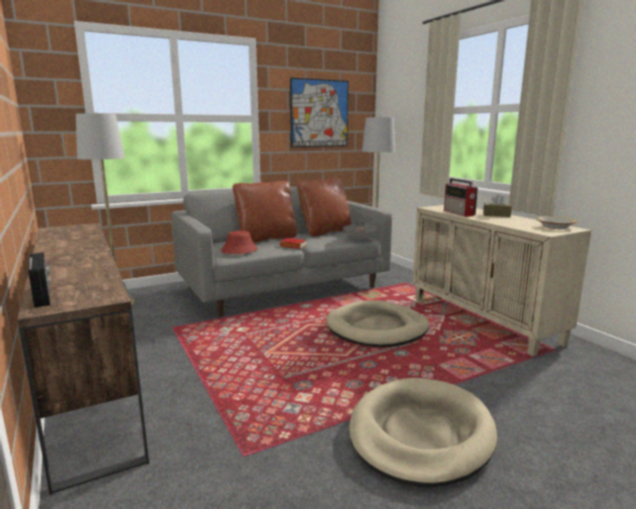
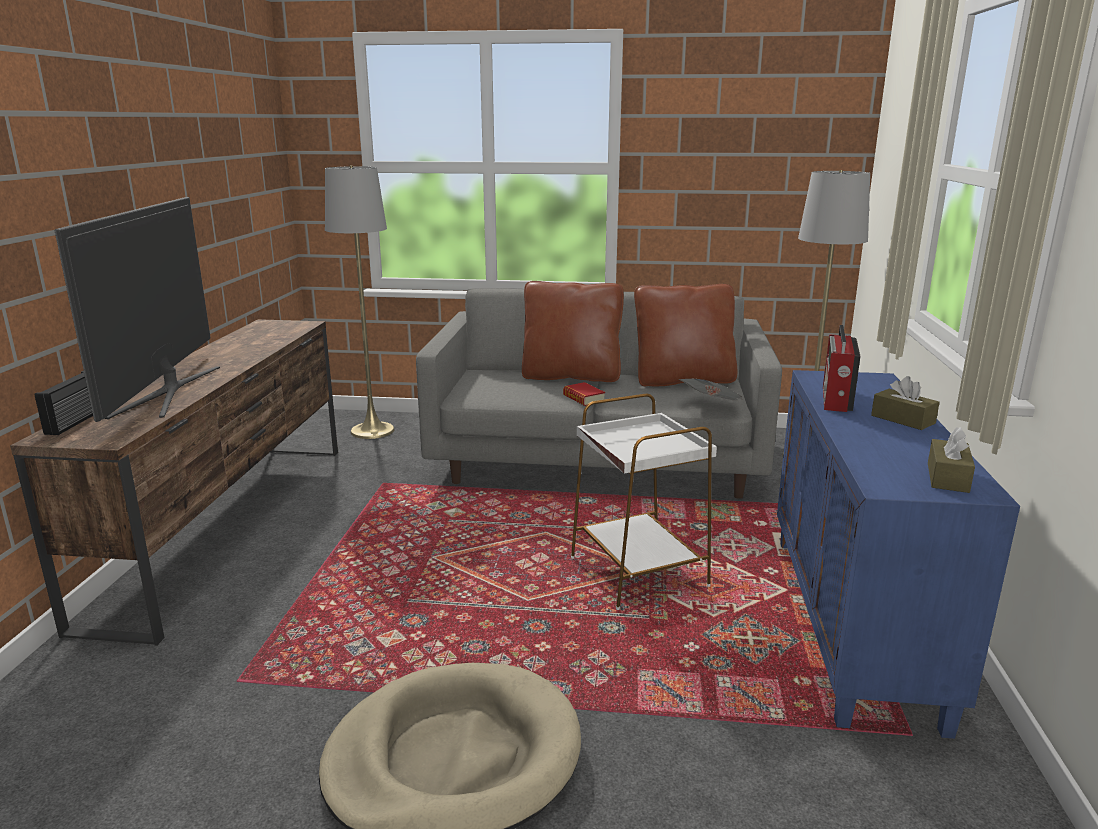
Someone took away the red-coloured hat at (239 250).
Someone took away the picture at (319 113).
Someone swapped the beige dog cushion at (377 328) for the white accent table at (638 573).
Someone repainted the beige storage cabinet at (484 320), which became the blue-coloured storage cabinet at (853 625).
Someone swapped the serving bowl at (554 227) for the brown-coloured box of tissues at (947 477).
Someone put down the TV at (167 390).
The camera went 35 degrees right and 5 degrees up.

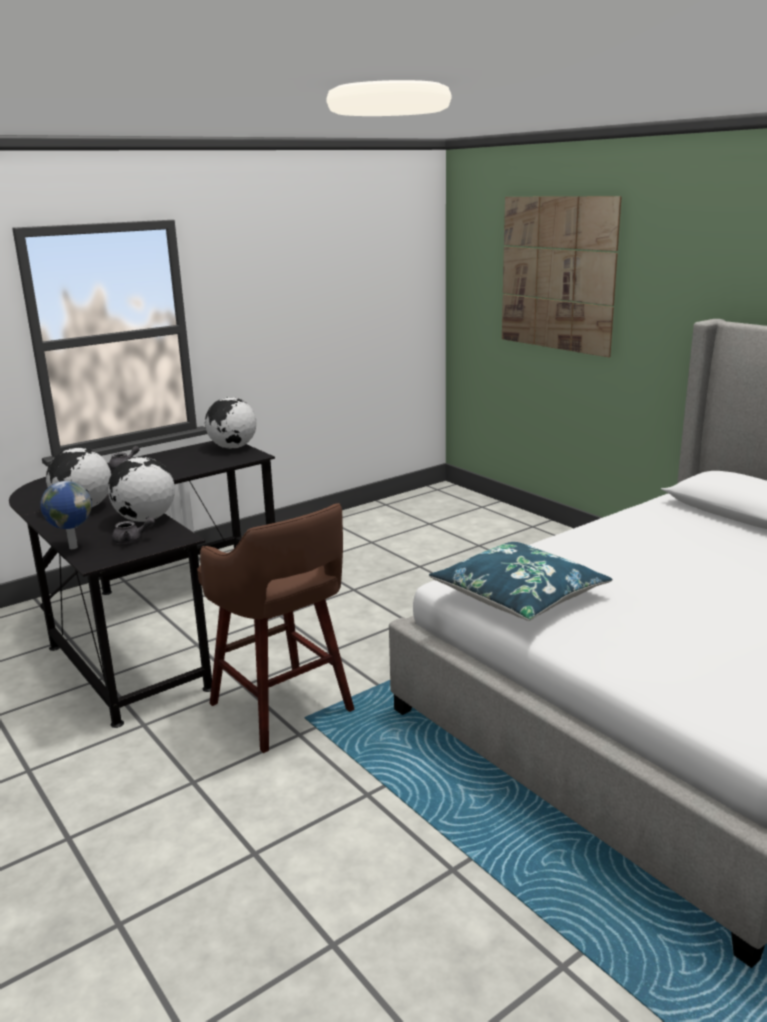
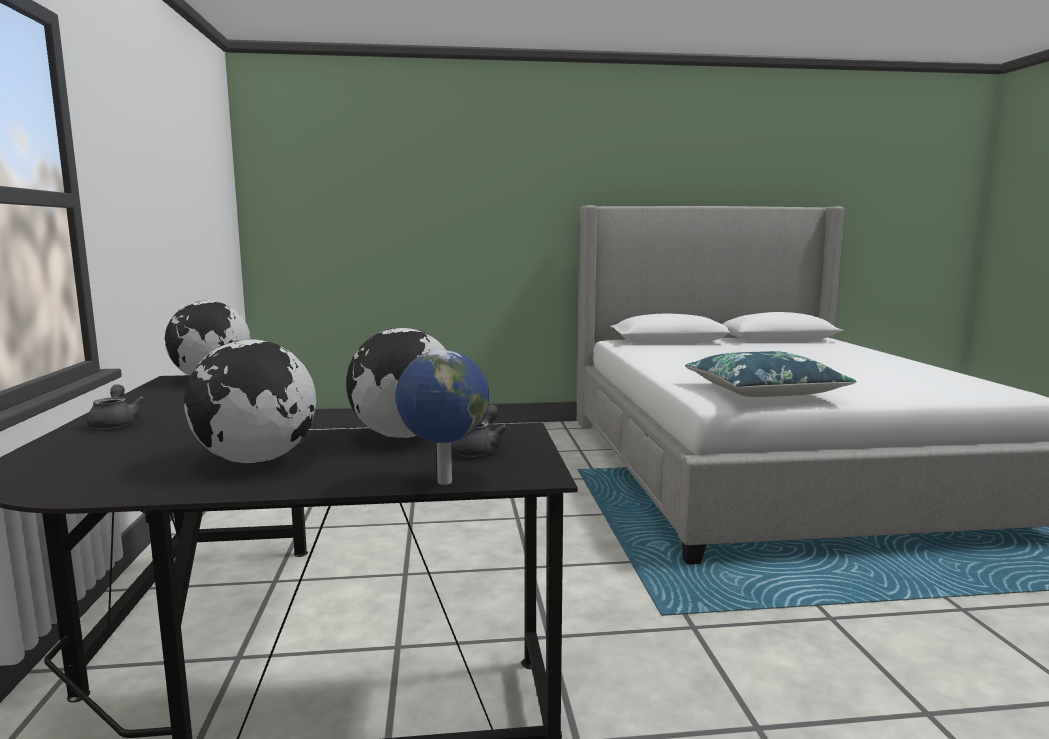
Someone took away the brown-coloured sitting stool at (284 709).
Someone took away the picture at (557 274).
The camera went 60 degrees left and 10 degrees down.

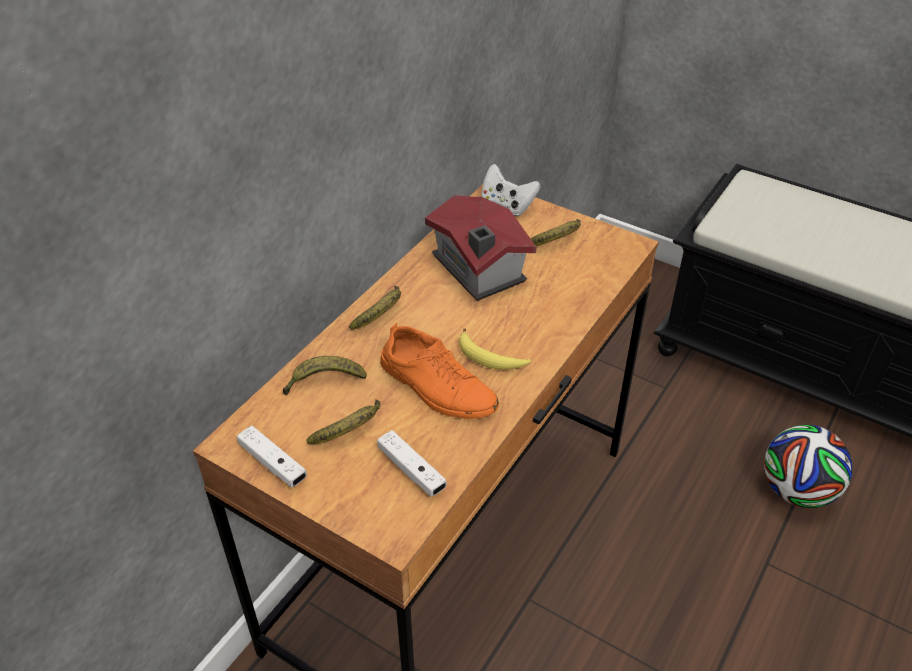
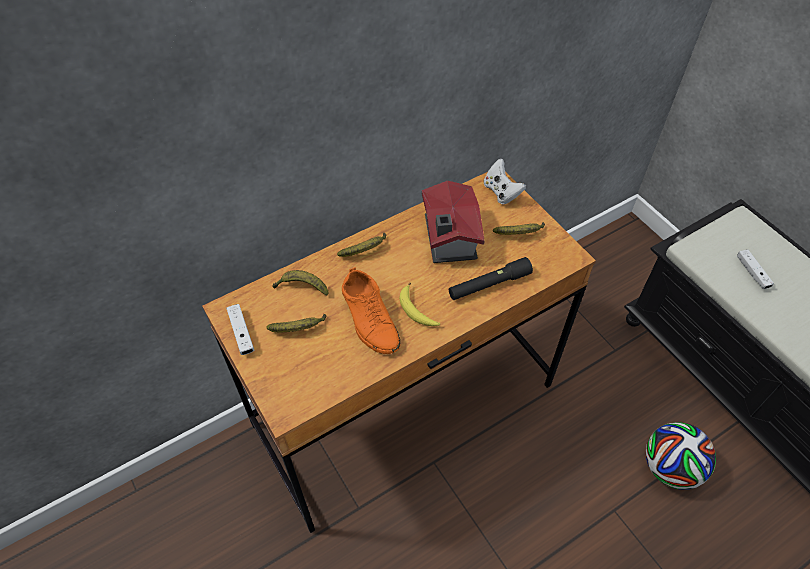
Someone carried the white joypad from (411 470) to (752 273).
Someone put down the blackish torch at (489 284).
The camera went 25 degrees right and 10 degrees up.

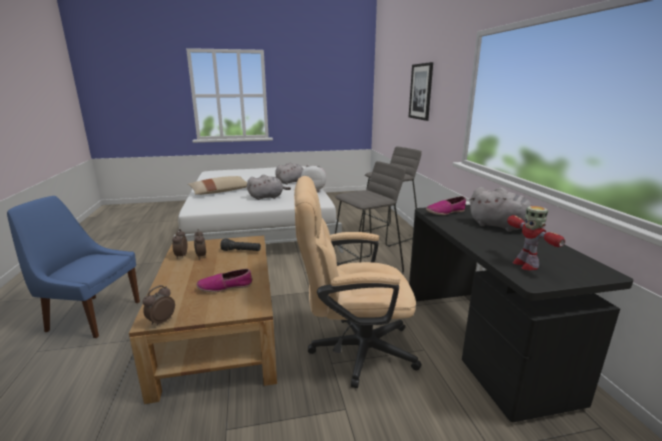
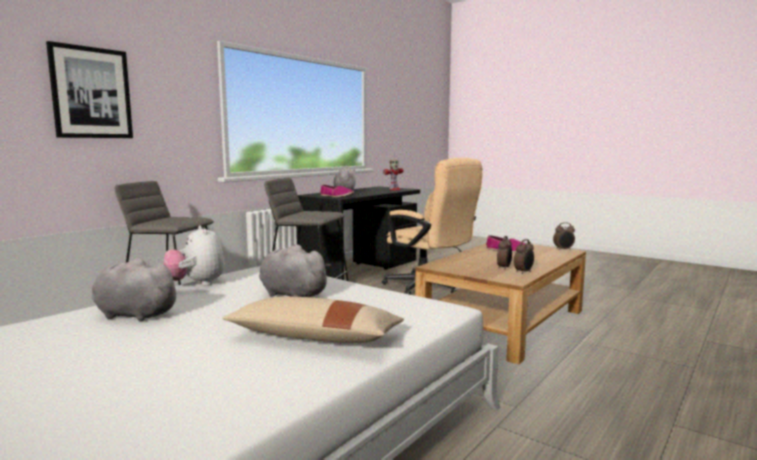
Someone took away the blue-coloured upright chair at (92 315).
Someone took away the blackish torch at (241 251).
The camera went 130 degrees left and 10 degrees down.

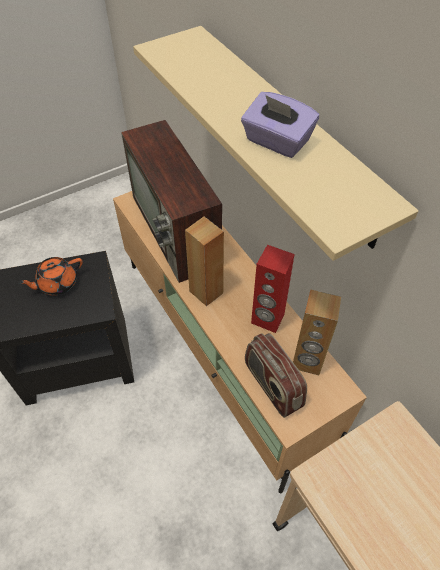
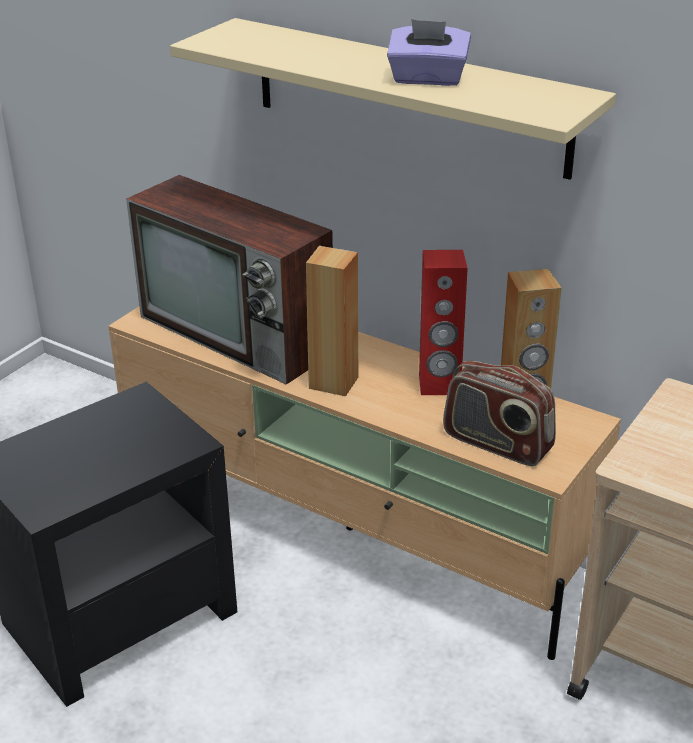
Someone took away the orange-coloured pot for tea at (57 283).
The camera went 25 degrees left and 20 degrees down.

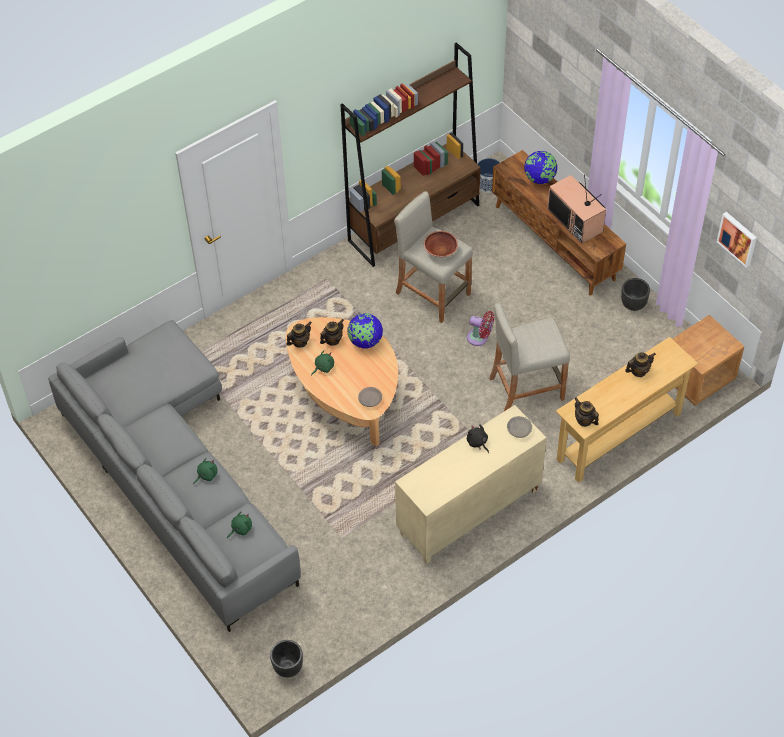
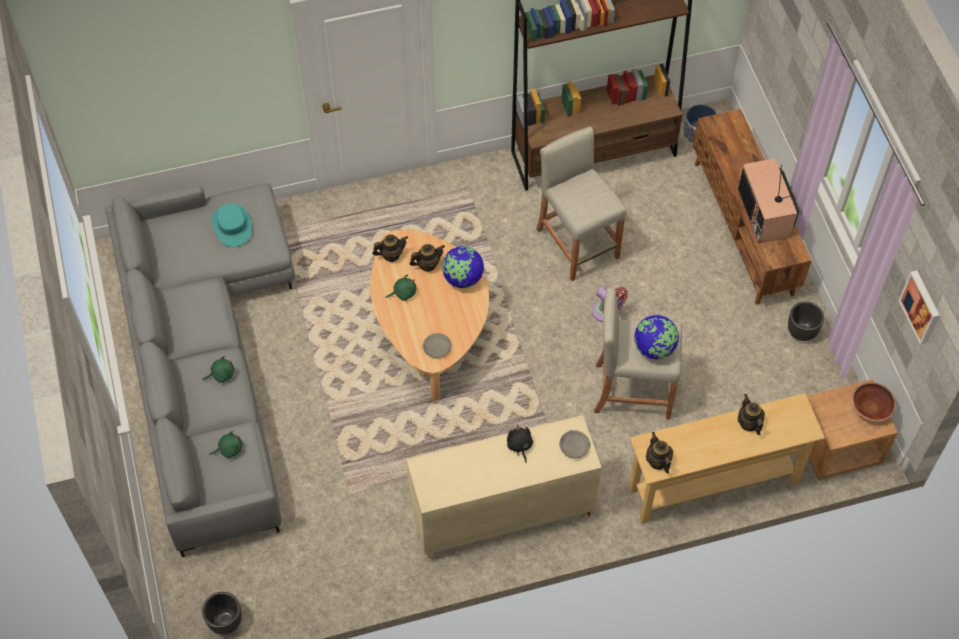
Someone carried the brown-coloured serving bowl from (440 250) to (870 407).
Someone carried the world globe from (540 178) to (654 348).
Someone rotated the pot for tea at (638 371) by 105 degrees counterclockwise.
Someone put down the turquoise hat at (232 226).
The camera went 20 degrees right and 5 degrees up.

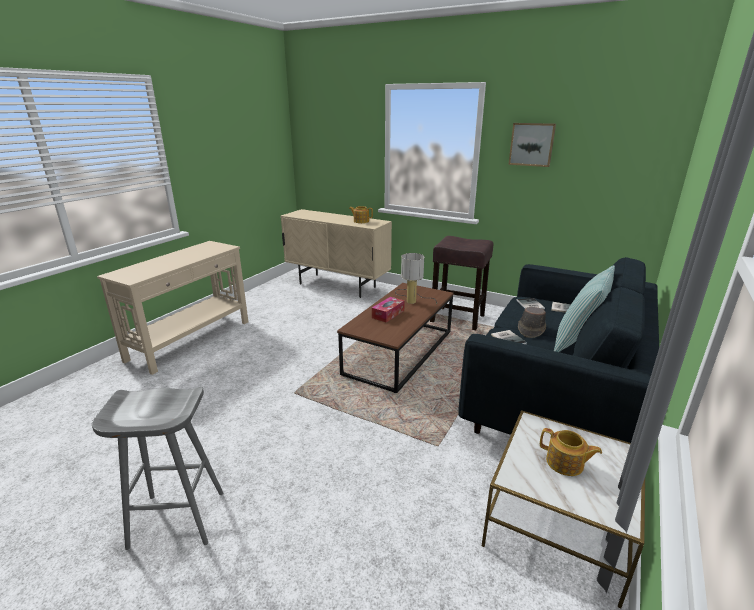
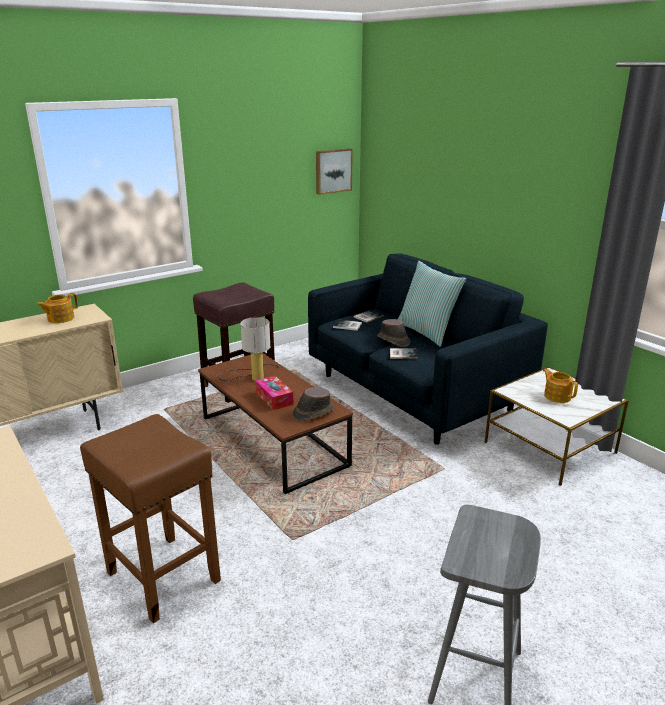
Someone carried the picture from (532 144) to (332 171).
Someone rotated the pot for tea at (565 463) by 90 degrees counterclockwise.
Someone put down the brown-coloured sitting stool at (161 576).
Someone put down the brown-coloured hat at (313 413).
The camera went 65 degrees left and 0 degrees up.

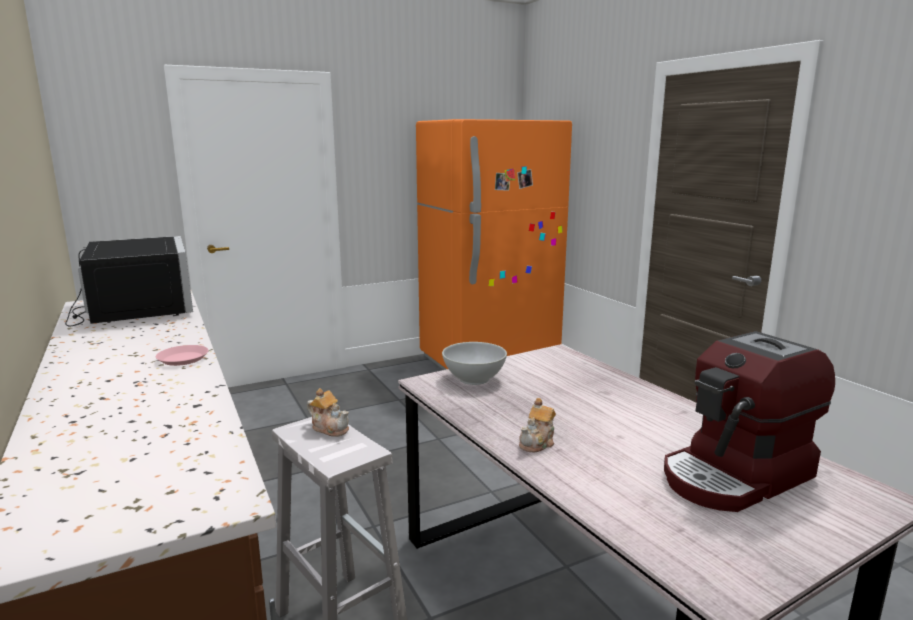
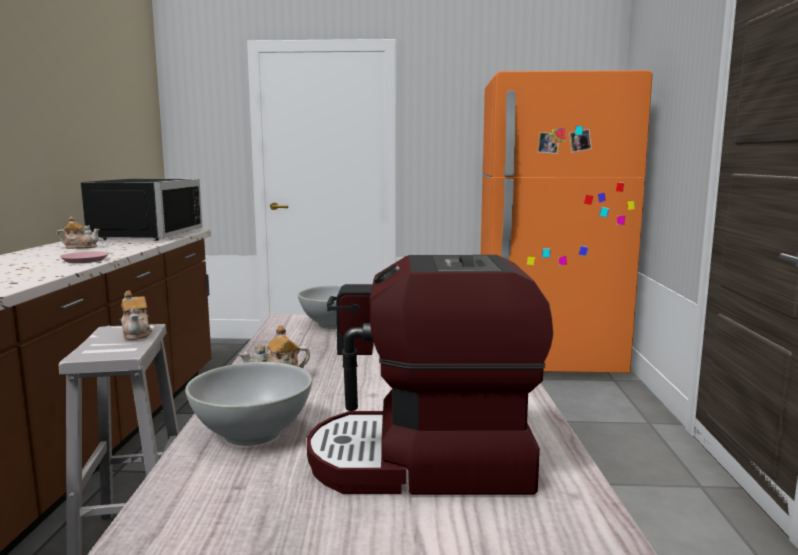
Someone put down the pot for tea at (80 247).
Someone put down the white serving bowl at (252 433).
The camera went 30 degrees right and 5 degrees down.

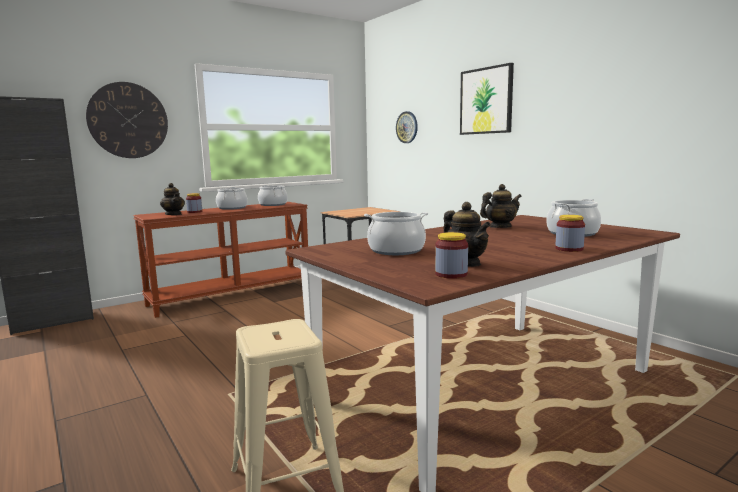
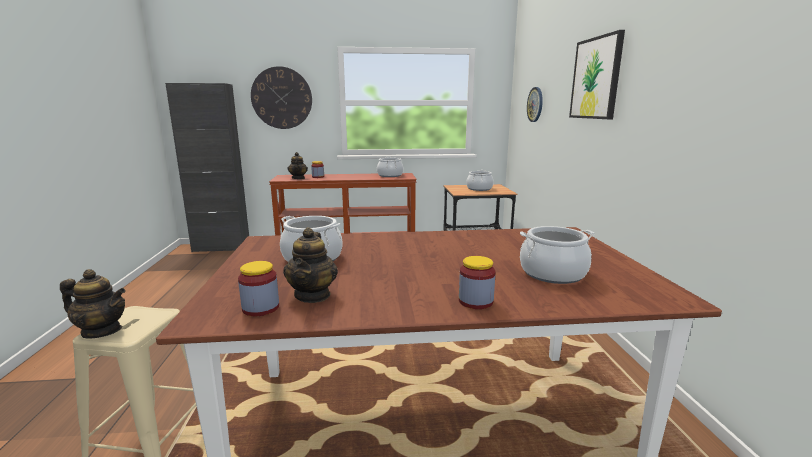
Someone carried the stockpot from (232 208) to (479 189).
Someone carried the pot for tea from (500 227) to (102 331).
The camera went 30 degrees right and 5 degrees up.

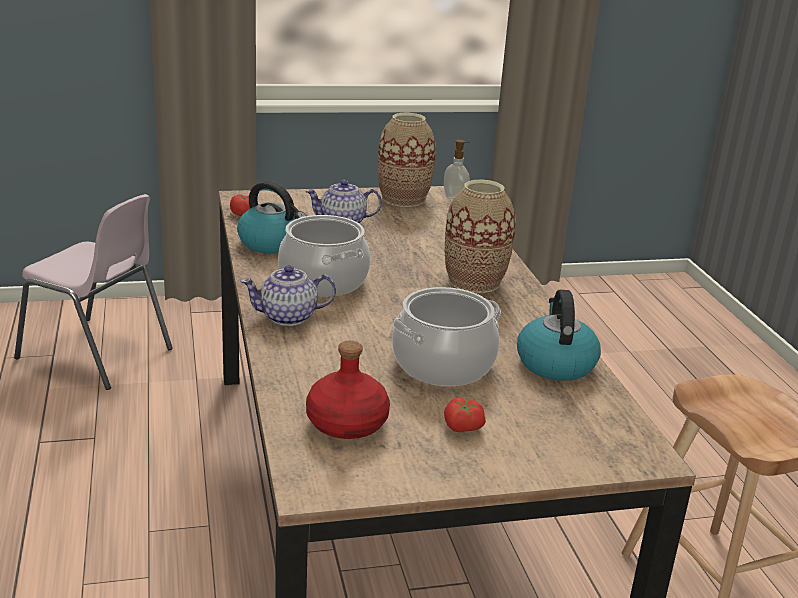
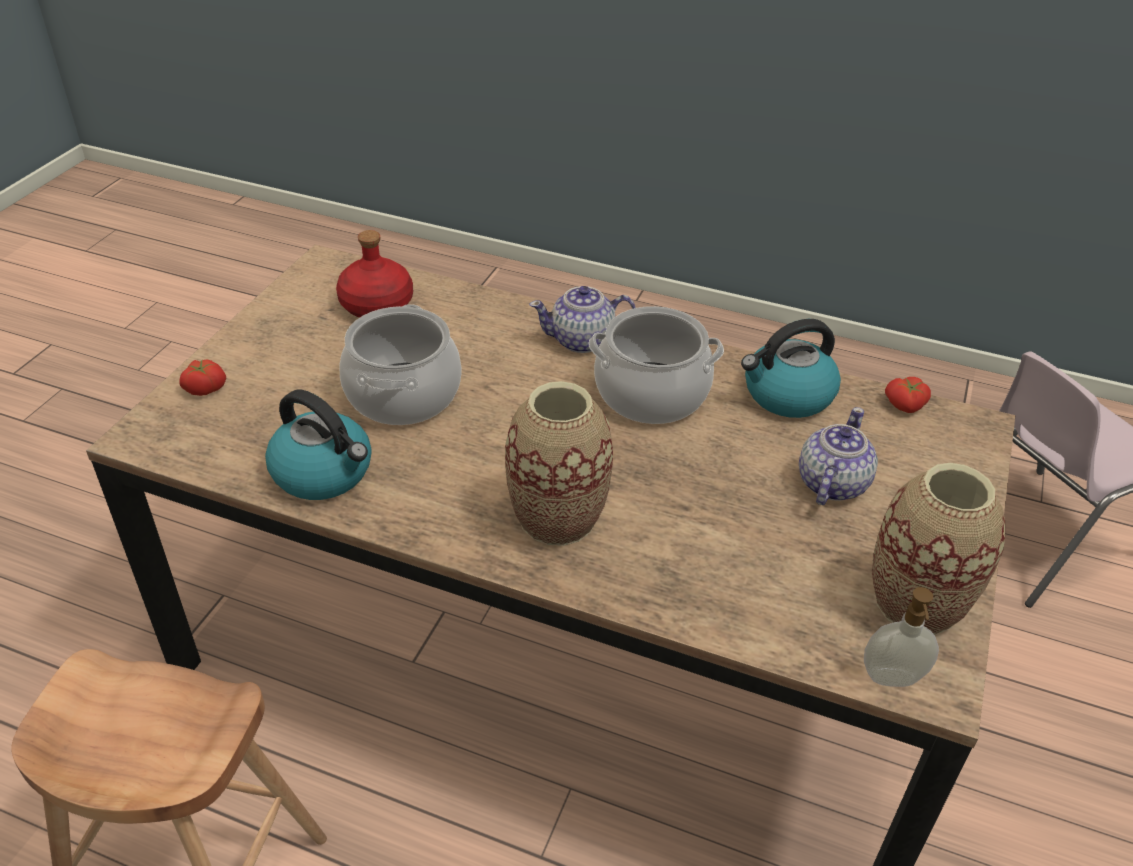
Someone rotated the pot for tea at (289 317) by 120 degrees counterclockwise.
Someone carried the fresh tomato from (462 428) to (205 387).
The camera went 125 degrees right and 15 degrees up.

